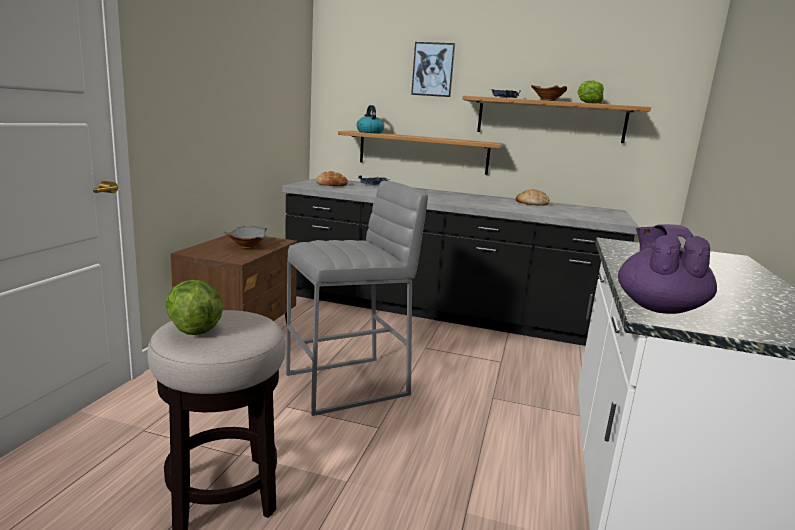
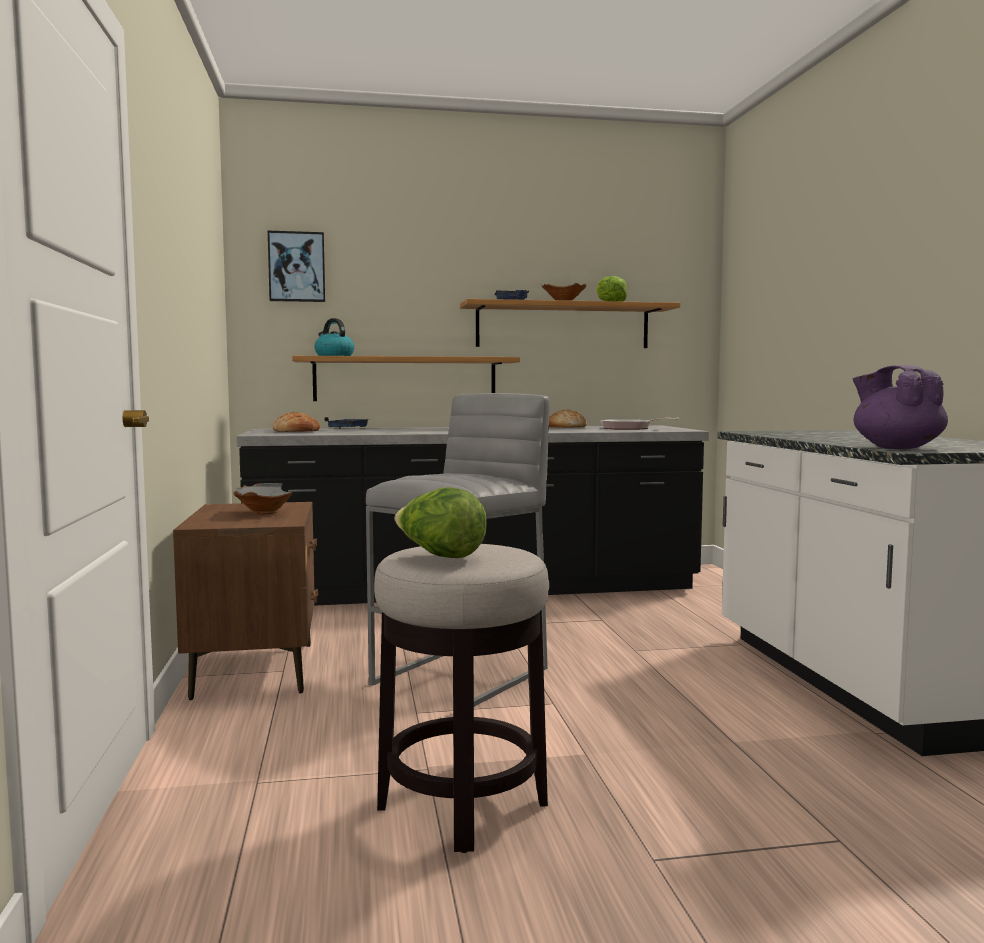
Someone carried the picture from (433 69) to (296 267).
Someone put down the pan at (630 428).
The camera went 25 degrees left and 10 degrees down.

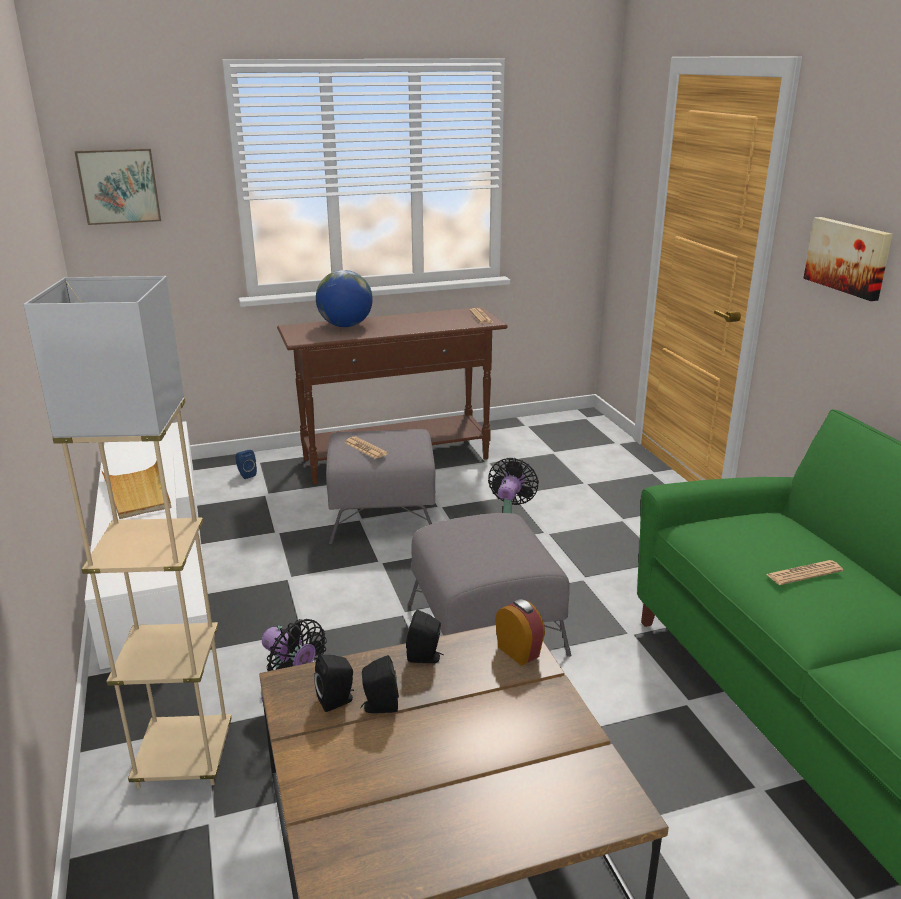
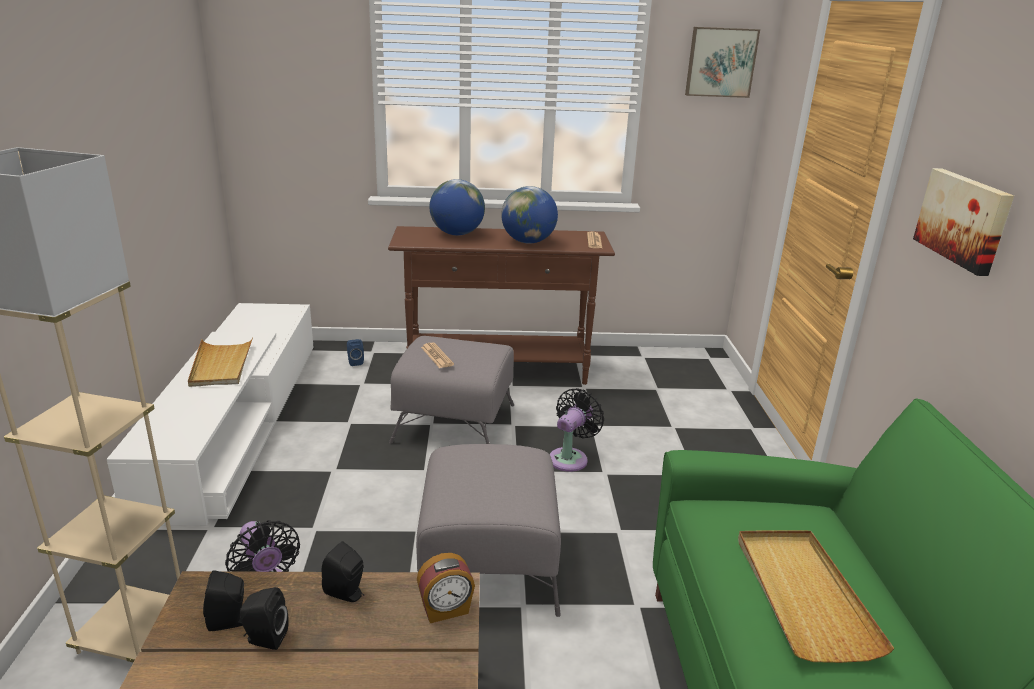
Someone carried the picture from (119 186) to (720 62).
Someone rotated the table clock at (519 651) by 90 degrees clockwise.
Someone swapped the newspaper at (804 573) for the beige tray at (802 595).
Someone put down the world globe at (528 242).
The camera went 15 degrees right and 0 degrees up.

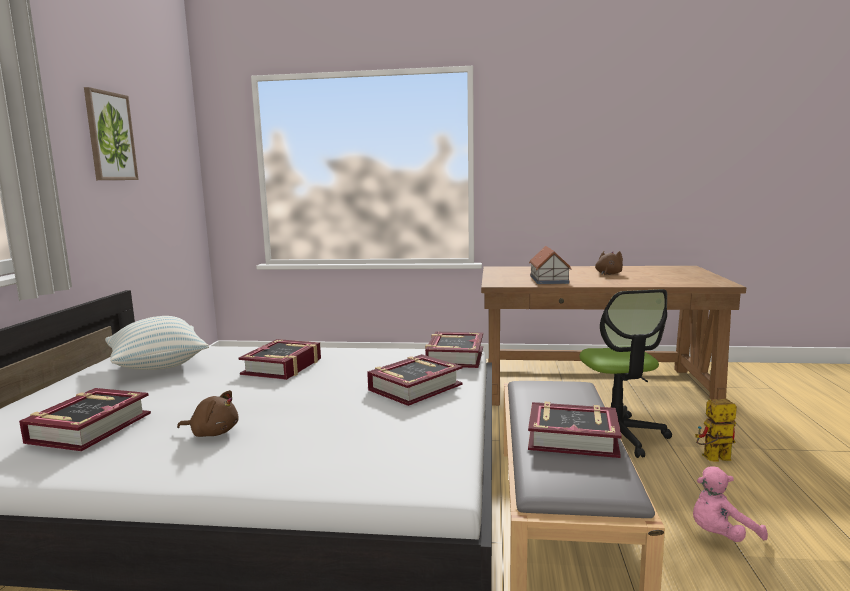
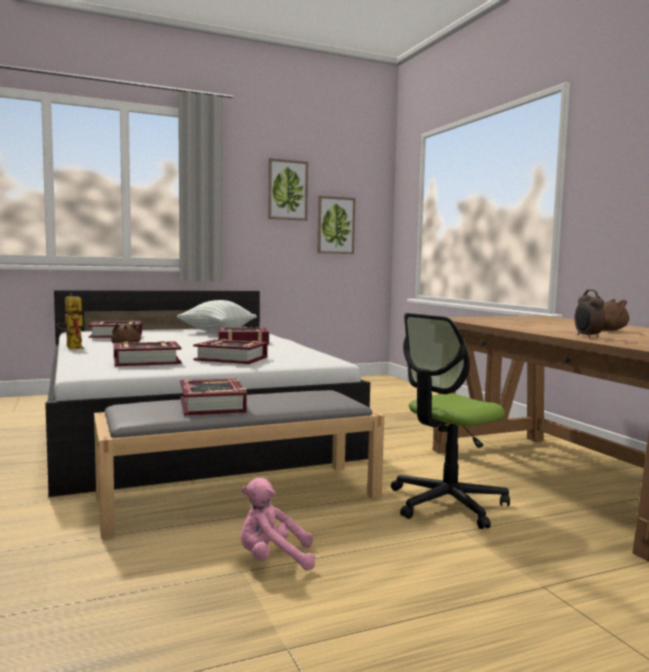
Someone carried the book from (454 357) to (146 361).
Someone took away the miniature house at (548 279).
Someone rotated the pink cuddly toy at (720 535) by 45 degrees counterclockwise.
Someone carried the toy robot from (712 459) to (71 347).
Someone put up the picture at (335 225).
Someone put down the table clock at (587 337).
The camera went 60 degrees right and 5 degrees down.

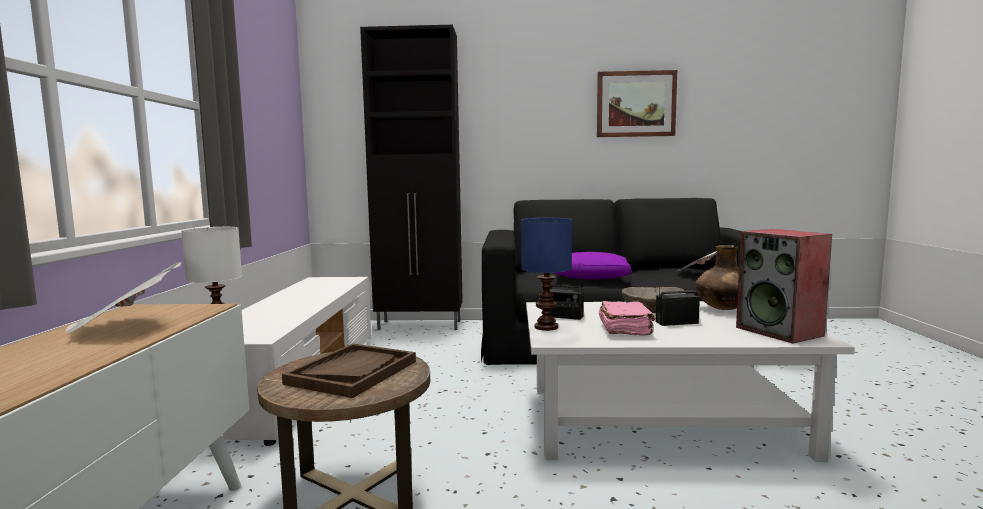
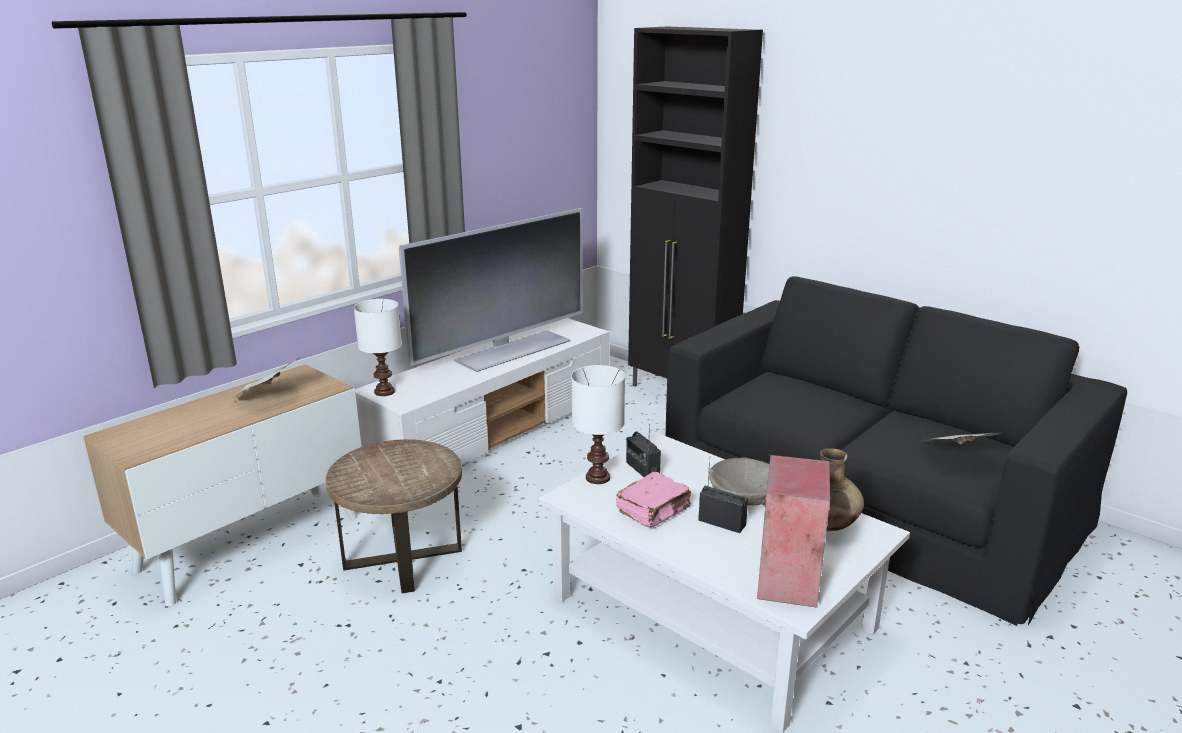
Someone took away the brown-coloured tray at (352 372).
Someone repainted the blue-coloured lamp for a table at (545 327), which became the white lamp for a table at (597 477).
Someone took away the purple-coloured pillow at (591 277).
Someone took away the picture at (636 104).
Someone put down the TV at (511 350).
The camera went 40 degrees right and 15 degrees up.

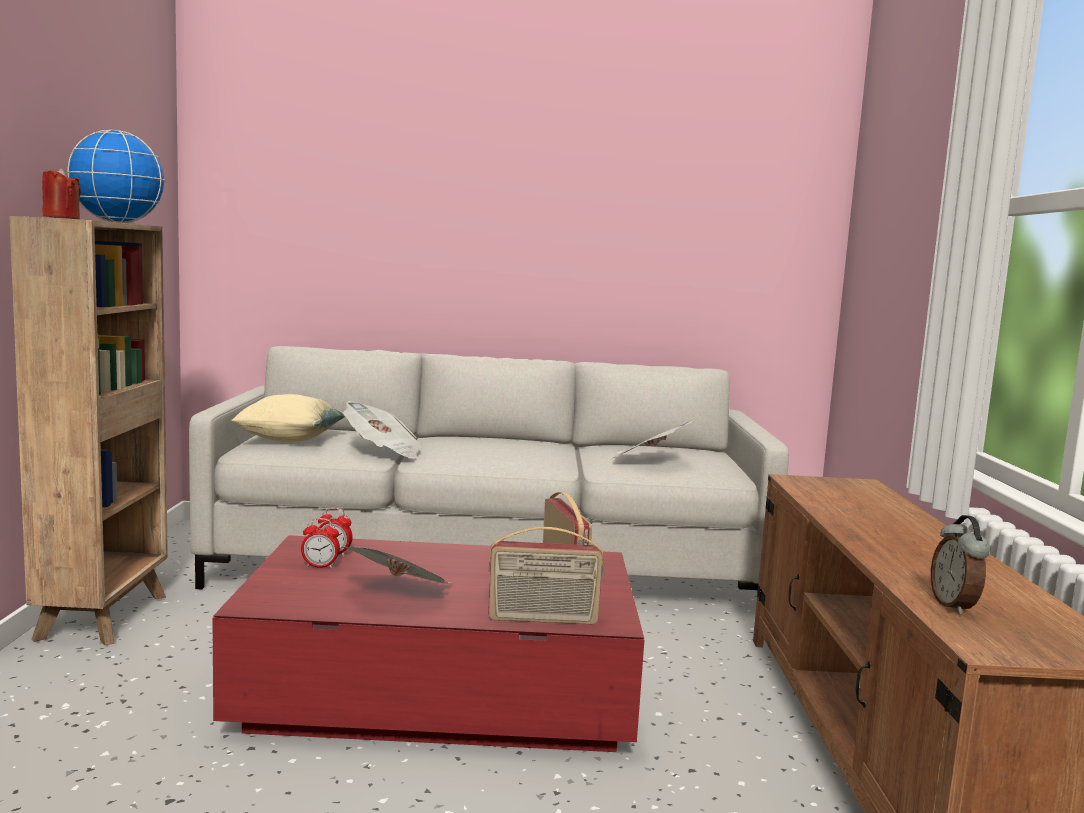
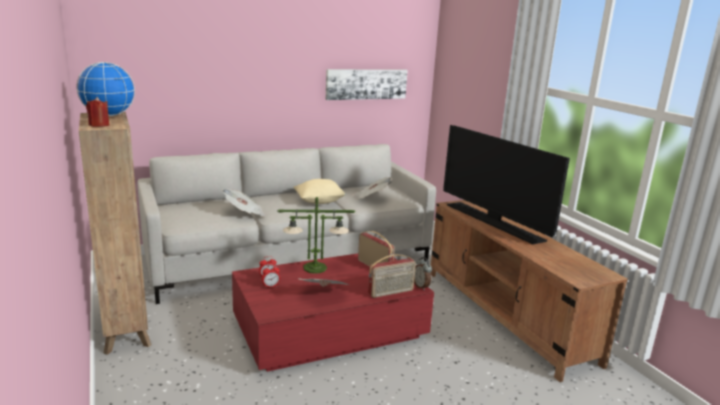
Someone carried the beige pillow from (289 440) to (319 202).
Someone carried the table clock from (955 606) to (421 286).
Someone put down the lamp for a table at (315 268).
Someone put up the picture at (366 84).
Someone put down the TV at (494 222).
The camera went 25 degrees left and 10 degrees up.

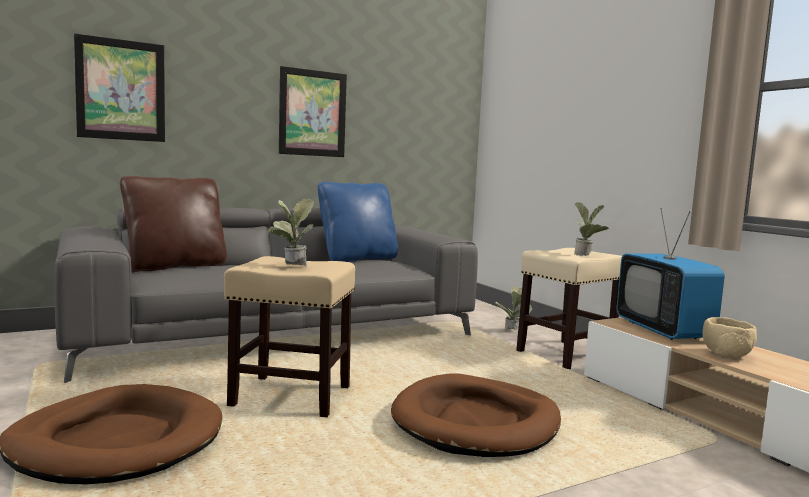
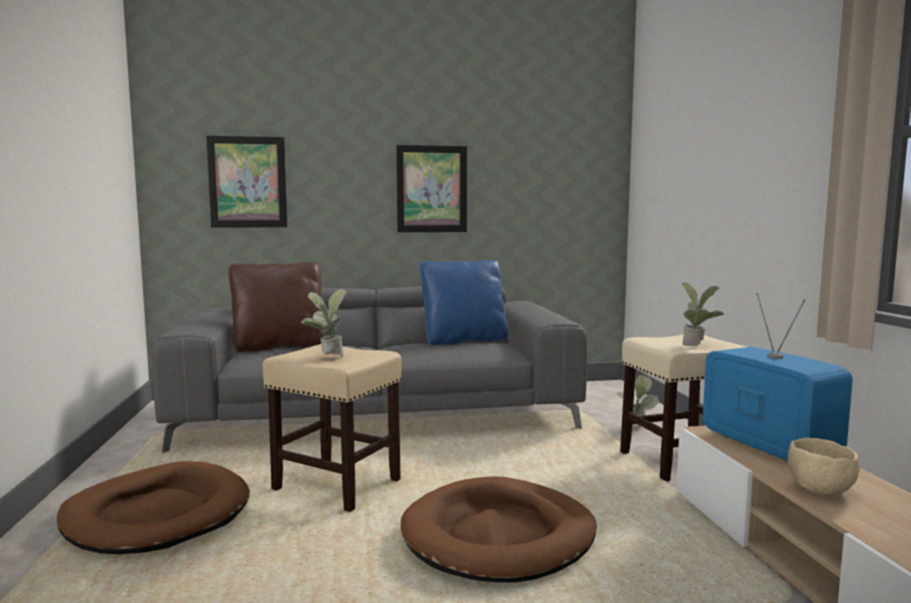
Someone rotated the TV at (663 330) by 150 degrees clockwise.
The camera went 20 degrees right and 0 degrees up.

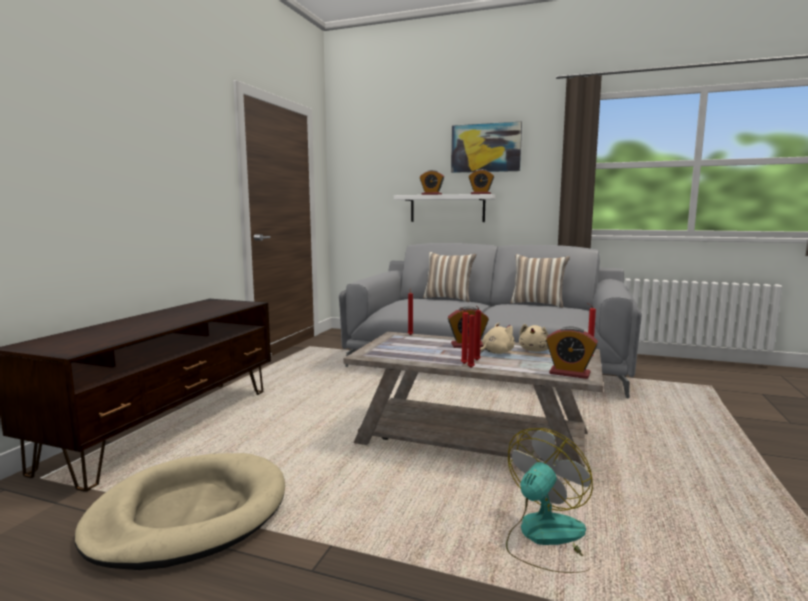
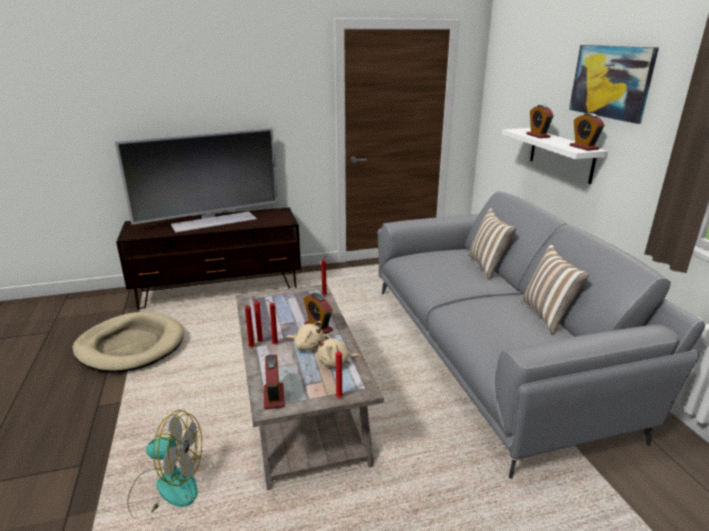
Someone put down the TV at (213 221).
The camera went 55 degrees right and 15 degrees up.

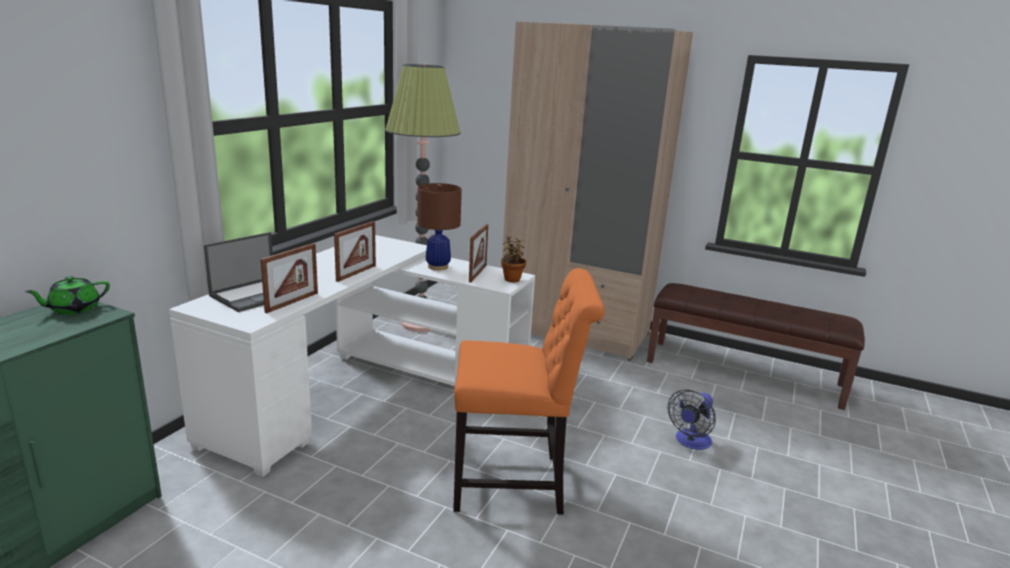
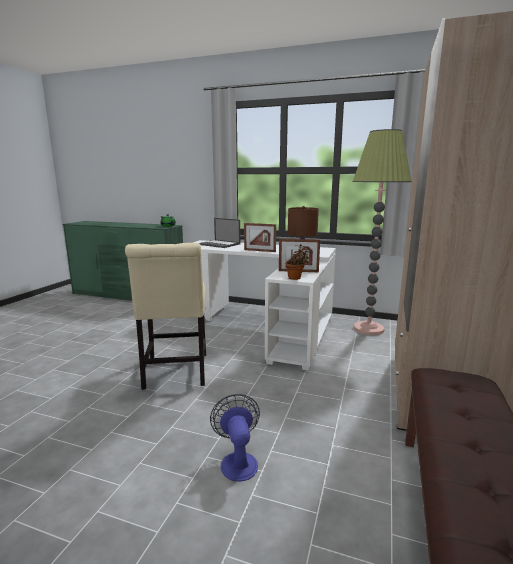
Someone took away the photo frame at (292 302).
Someone repainted the orange-coloured upright chair at (515 483), which became the beige upright chair at (175 373).
Someone rotated the electric fan at (690 442) by 45 degrees clockwise.
The camera went 85 degrees right and 5 degrees down.

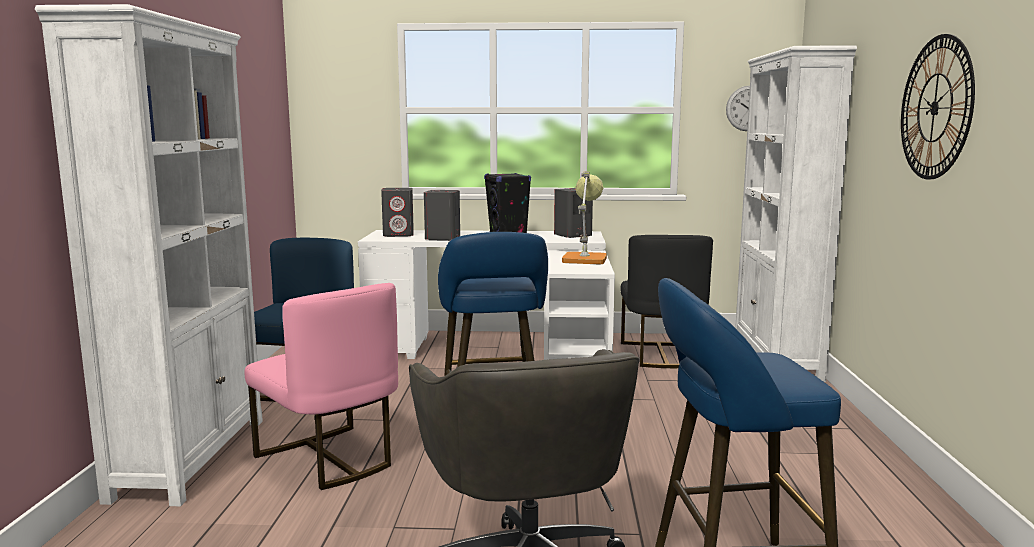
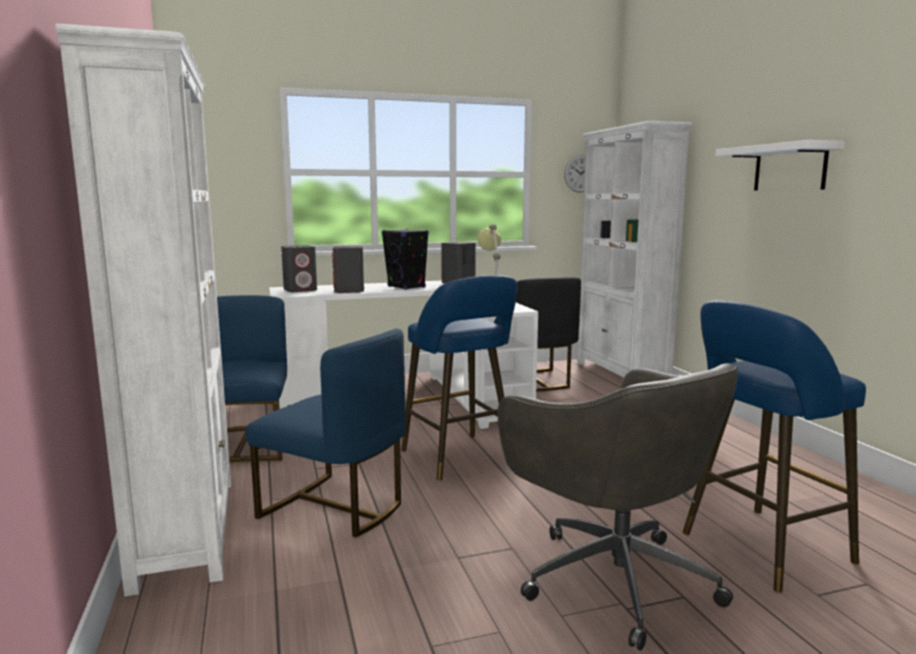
Someone repainted the pink upright chair at (329 459), which became the blue-coloured upright chair at (335 507).
Someone swapped the clock on the wall at (935 108) for the white bracket shelf at (789 168).
The camera went 20 degrees left and 0 degrees up.

